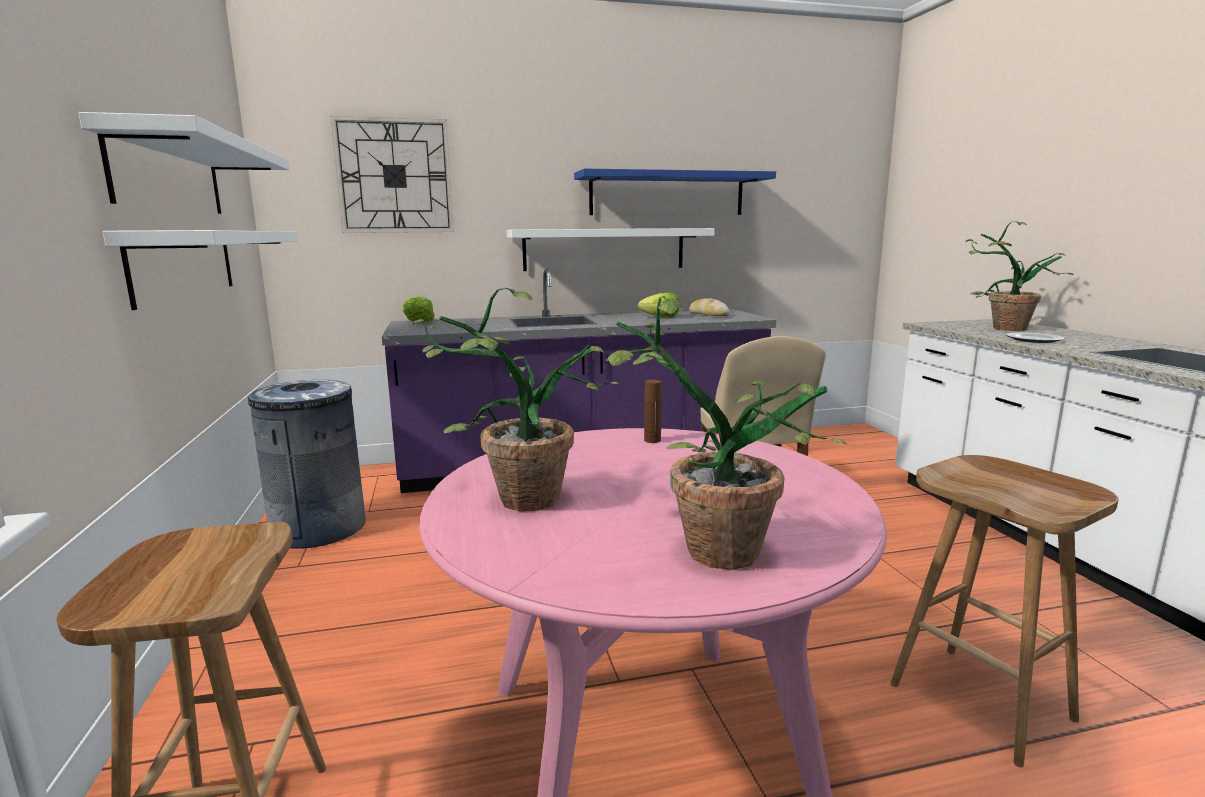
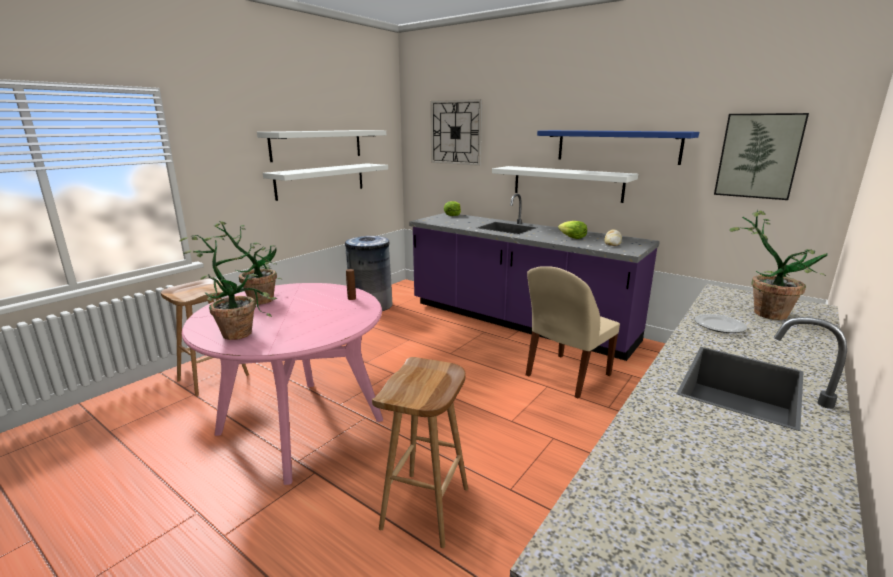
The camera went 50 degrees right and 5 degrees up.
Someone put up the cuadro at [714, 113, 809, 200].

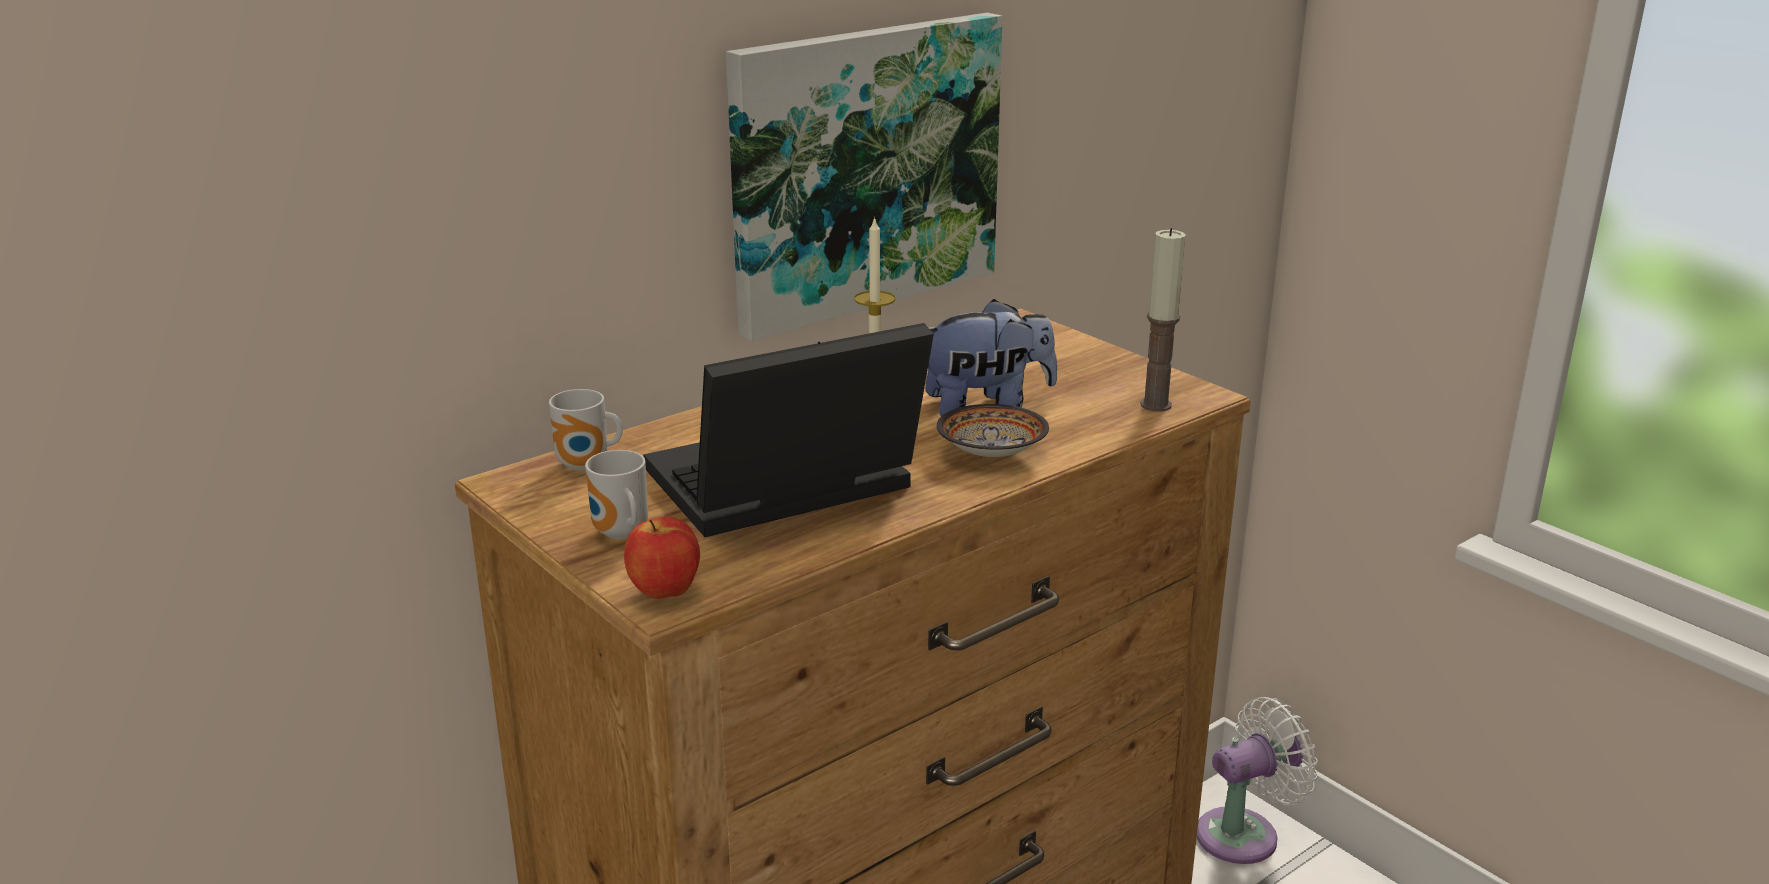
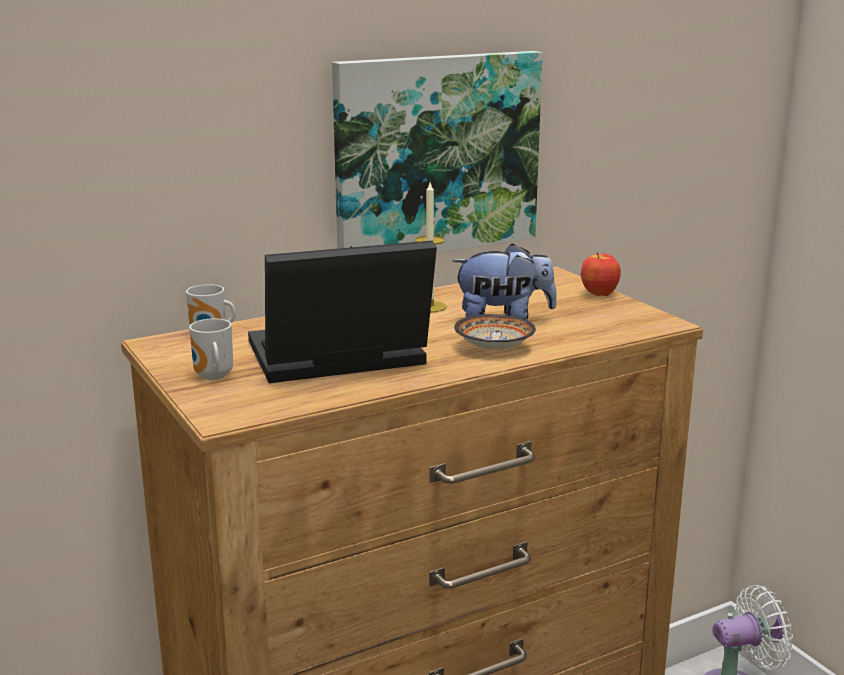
The camera went 10 degrees right and 5 degrees down.
Someone carried the manzana from [624, 516, 700, 599] to [581, 252, 621, 296].
Someone took away the vela at [1140, 228, 1186, 412].

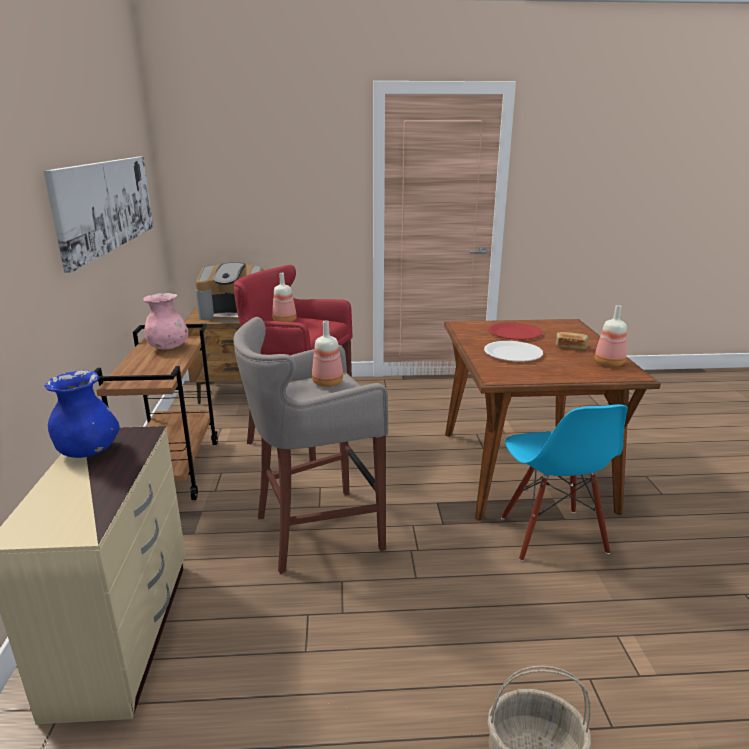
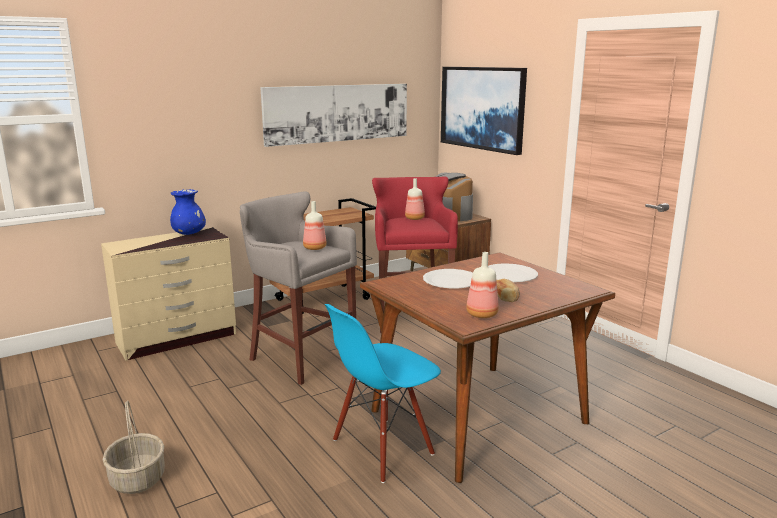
The camera went 60 degrees right and 5 degrees down.
Someone put up the cuadro at [441, 67, 527, 155].
Someone repainted the plato/rojo at [488, 322, 542, 340], which became the plato/blanco at [488, 263, 538, 282].
Someone took away the florero/rosa at [143, 293, 188, 350].

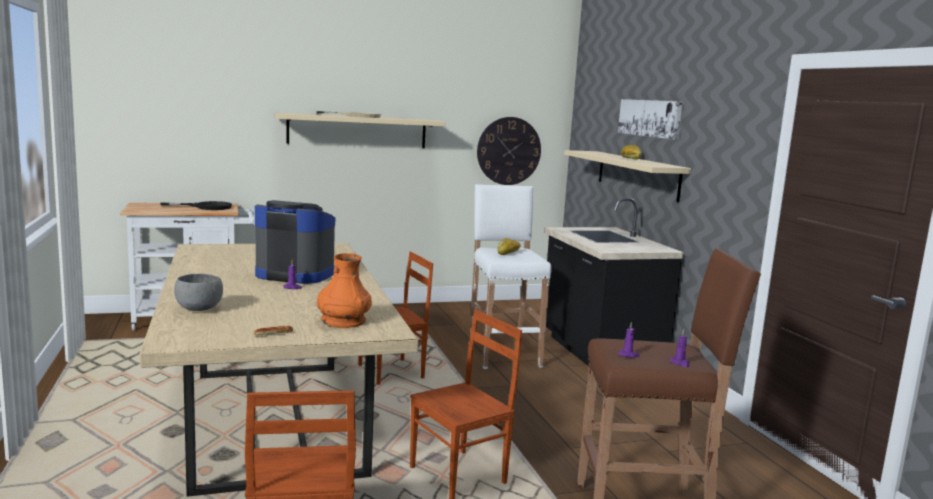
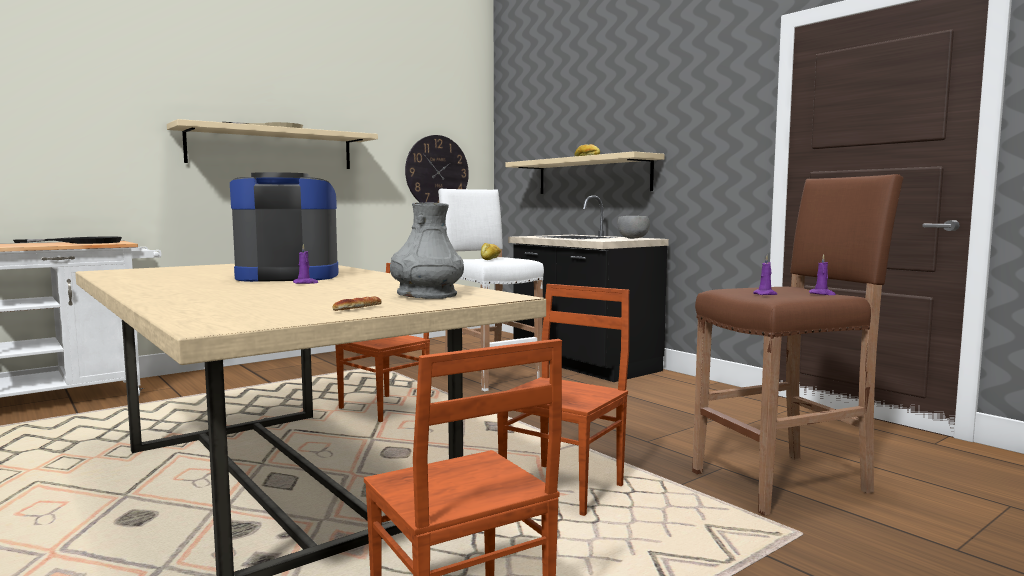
The camera went 20 degrees left and 5 degrees down.
Someone repainted the florero/naranja at [317, 253, 372, 328], which became the florero/gris at [390, 202, 464, 299].
Someone carried the cuenco/gris from [174, 274, 223, 311] to [617, 216, 650, 239].
Someone took away the cuadro at [618, 99, 682, 140].

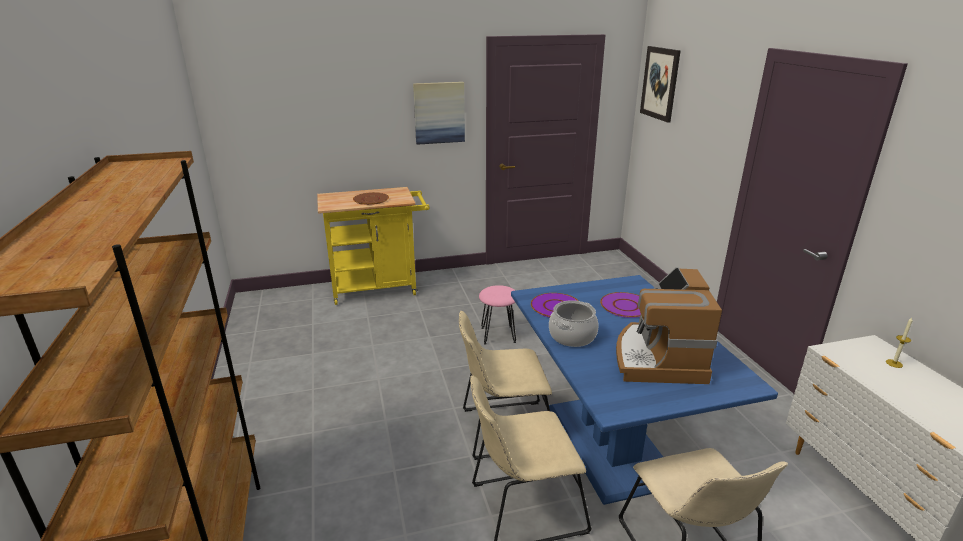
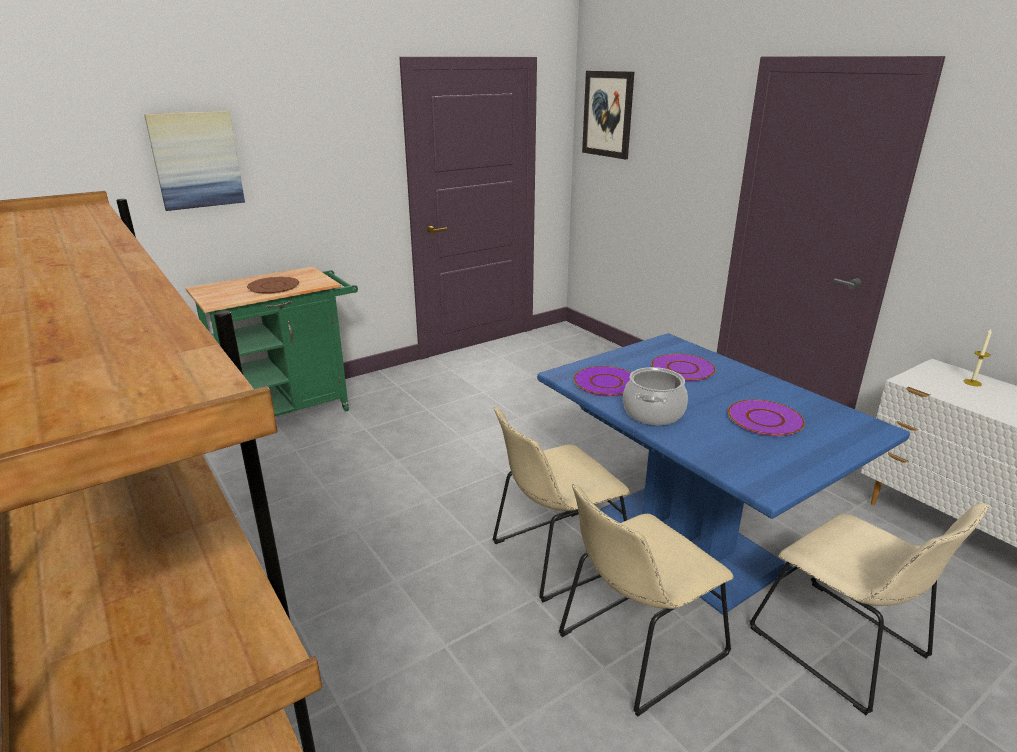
The camera went 20 degrees left and 0 degrees up.
Someone carried the cuadro from [413, 82, 465, 145] to [144, 111, 245, 211].
Someone repainted the carrito/amarillo at [317, 187, 430, 305], which became the carrito/verde at [186, 266, 358, 416].
Someone swapped the cafetera at [616, 267, 722, 384] for the plato/morado at [728, 399, 805, 437].
Someone took away the taburete/rosa at [479, 285, 516, 344].

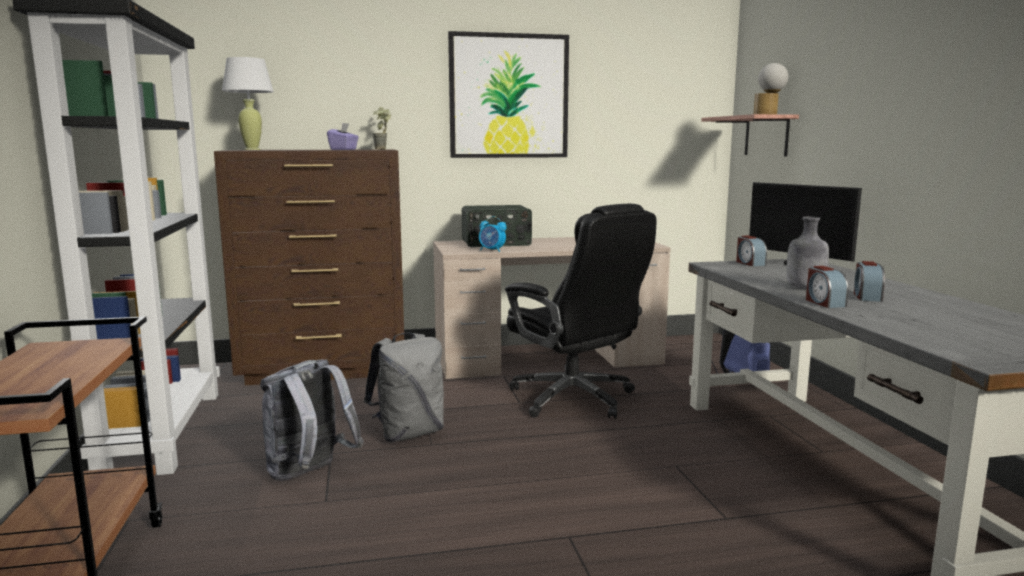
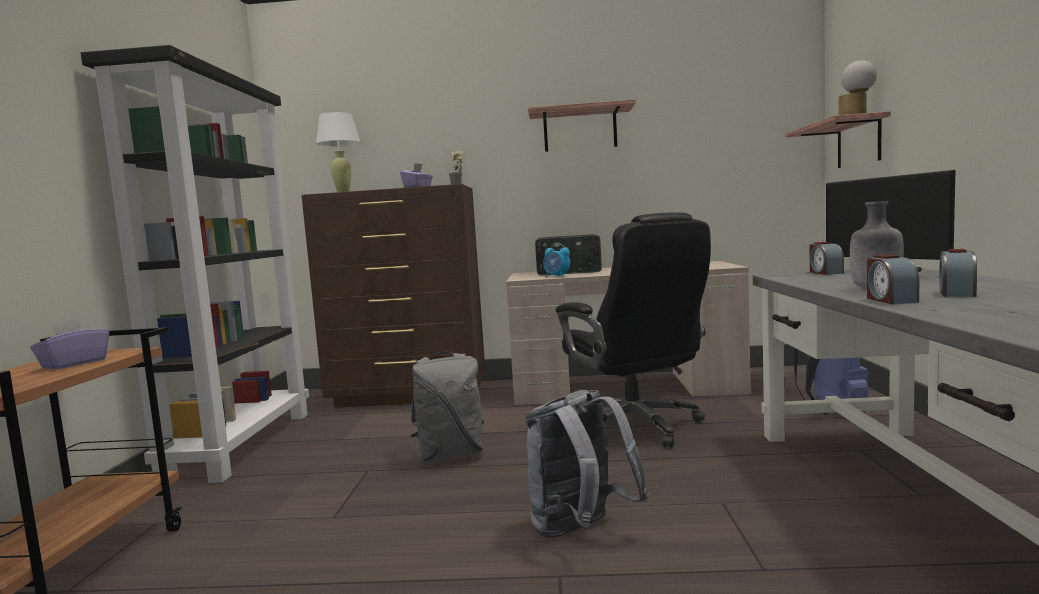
The camera went 15 degrees right and 5 degrees down.
Someone put down the caja de pañuelos/morado at [30, 318, 109, 369].
Someone carried the mochila/gris from [260, 359, 364, 481] to [526, 390, 649, 538].
Someone swapped the cuadro at [448, 31, 569, 158] for the estante at [528, 99, 636, 152].

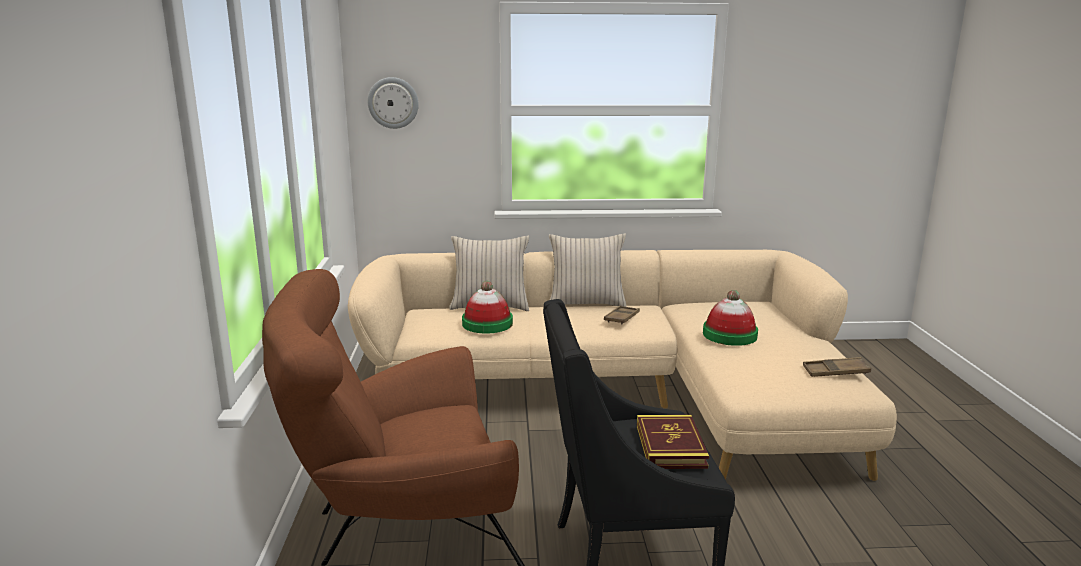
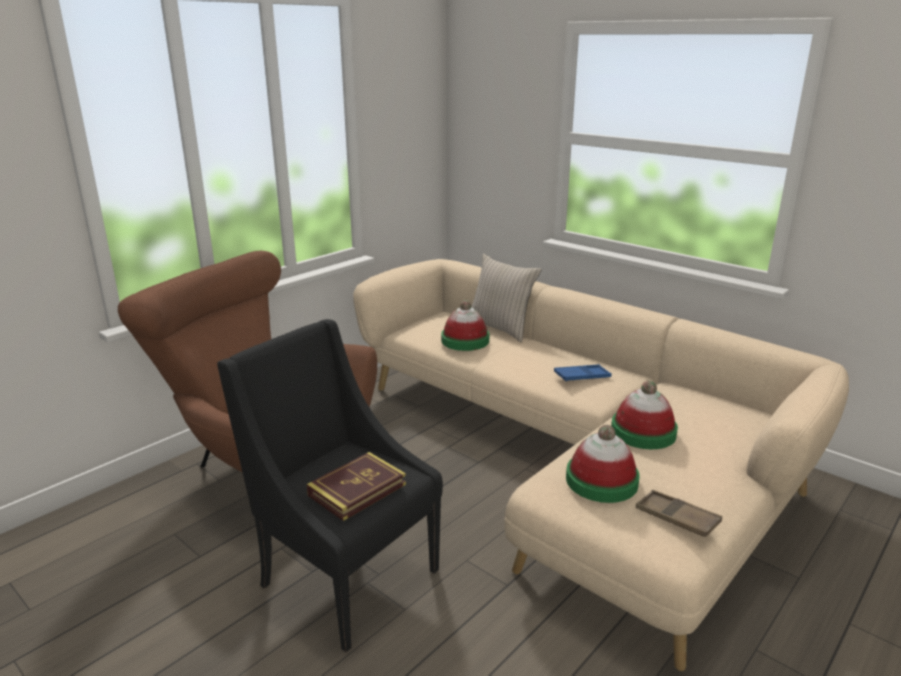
The camera went 45 degrees right and 5 degrees up.
Someone repainted the bandeja/marrón at [604, 306, 640, 325], which became the bandeja/azul at [554, 365, 612, 382].
Someone put down the sombrero at [566, 425, 640, 503].
Someone took away the reloj de pared at [368, 77, 419, 129].
Someone took away the cojín/beis at [549, 233, 627, 307].

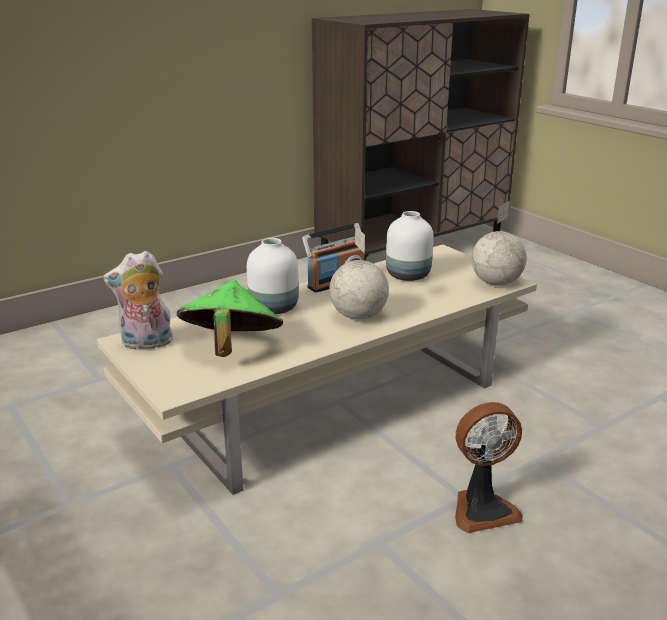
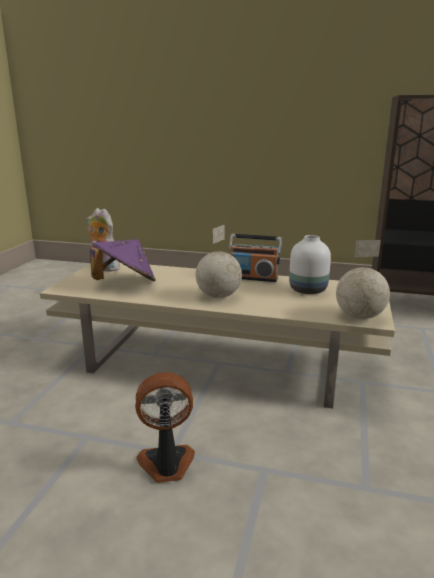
The camera went 50 degrees right and 5 degrees down.
Someone repainted the sombrero/verde at [177, 280, 283, 357], which became the sombrero/morado at [90, 239, 156, 281].
Someone rotated the ventilador at [455, 402, 523, 533] by 135 degrees clockwise.
Someone took away the florero/blanco at [247, 238, 299, 314].

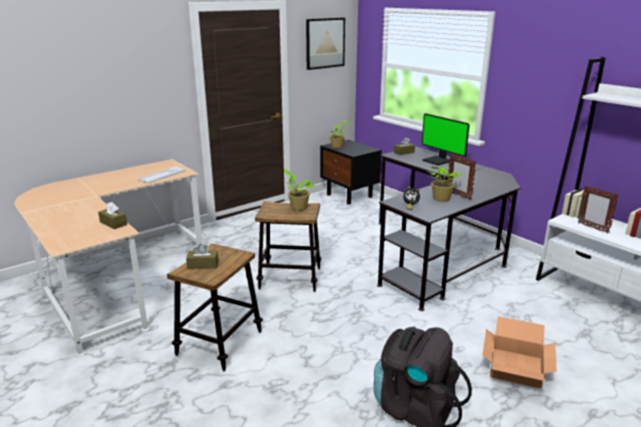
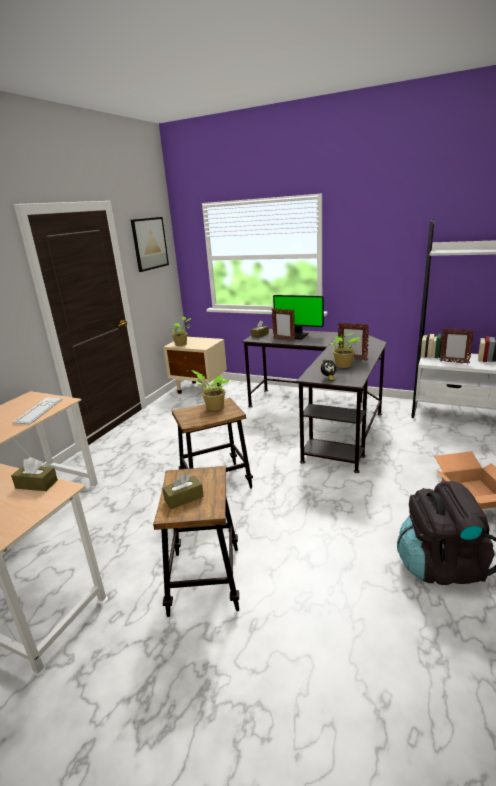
The camera went 25 degrees left and 0 degrees up.
Someone repainted the mesita de noche/negro at [320, 140, 382, 204], which became the mesita de noche/beis at [163, 337, 227, 394].
Someone put down the portarretratos at [271, 308, 295, 342].

